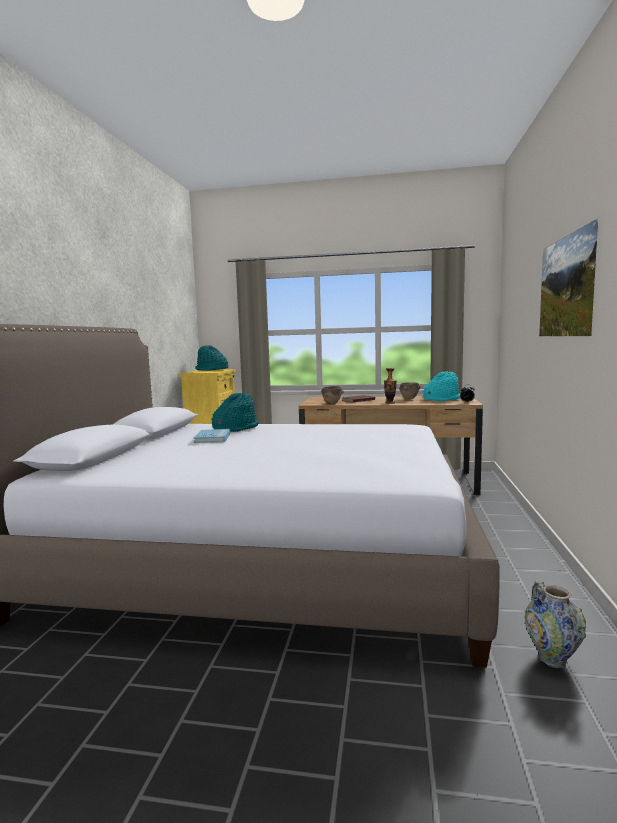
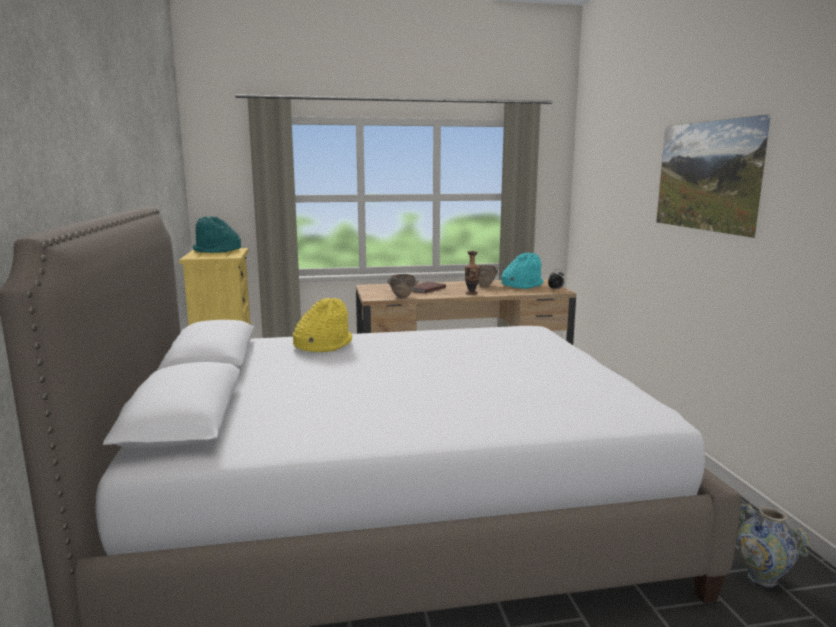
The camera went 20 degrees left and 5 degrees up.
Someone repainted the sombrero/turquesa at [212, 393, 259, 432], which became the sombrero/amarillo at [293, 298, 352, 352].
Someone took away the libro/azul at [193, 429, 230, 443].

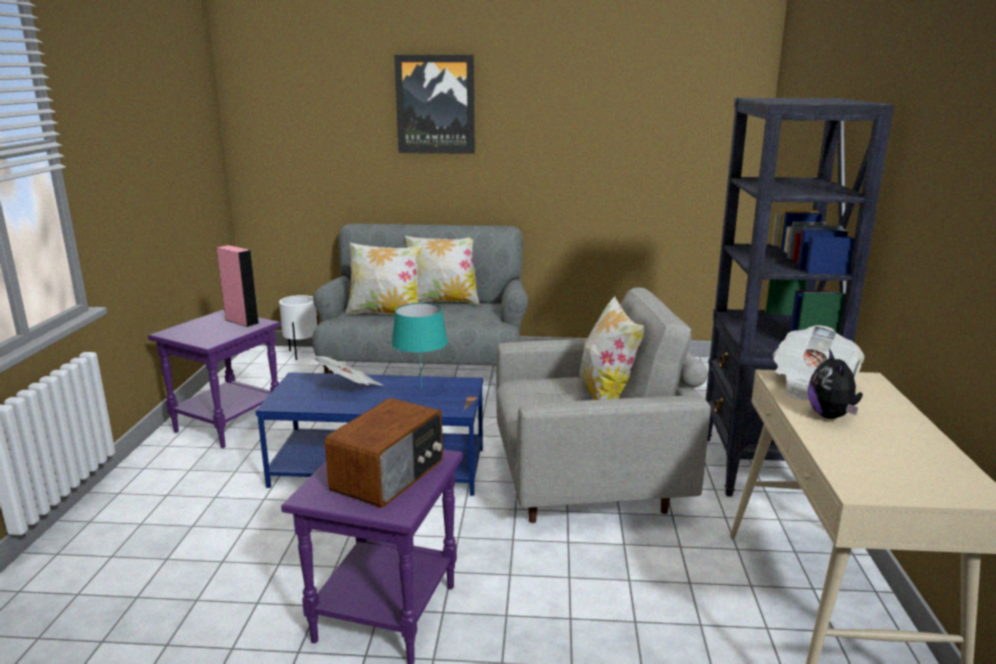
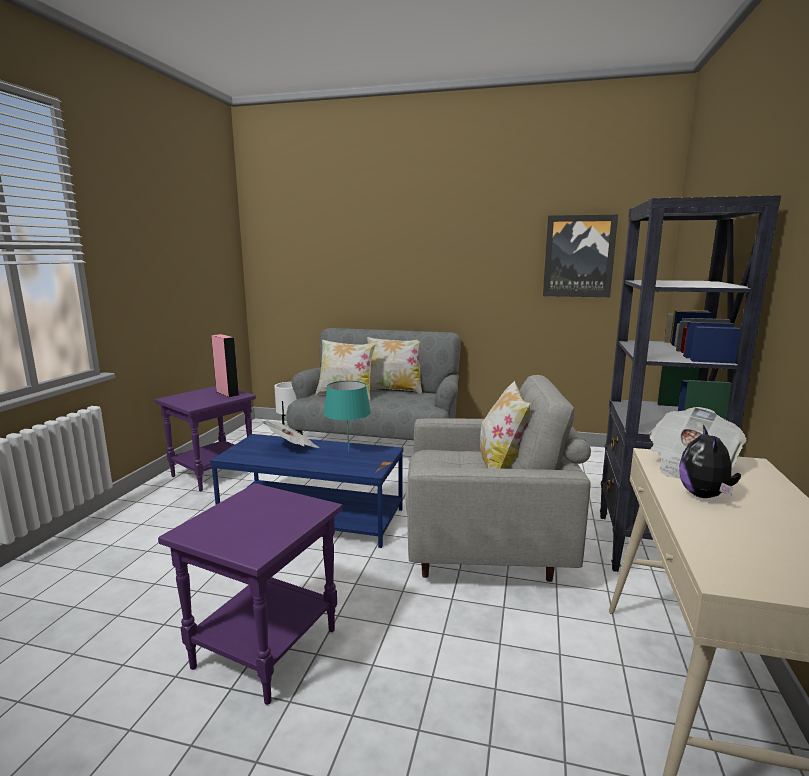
The camera went 10 degrees right and 5 degrees down.
Someone carried the cuadro from [394, 55, 475, 154] to [543, 215, 618, 297].
Someone took away the radio at [325, 398, 443, 508].

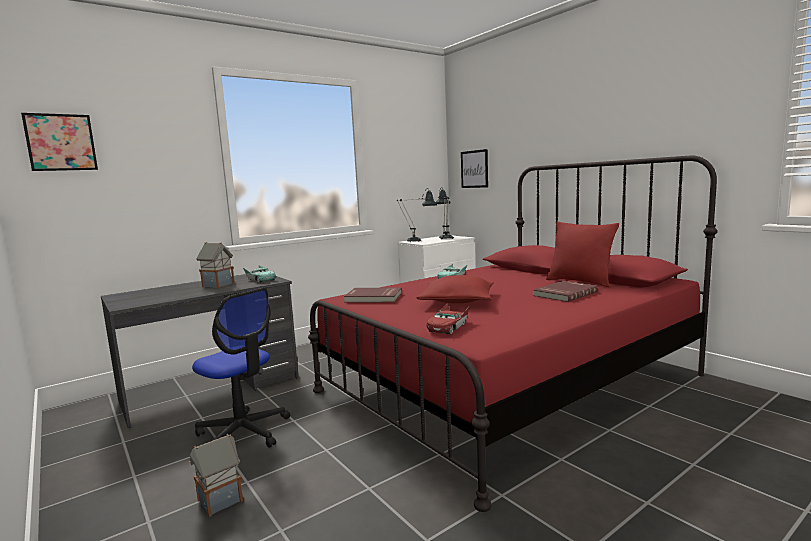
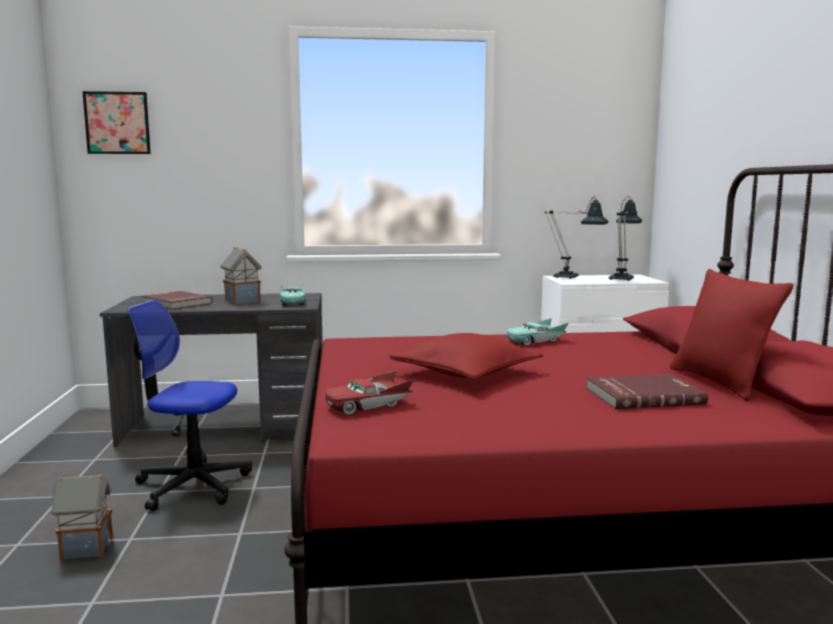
The camera went 30 degrees right and 0 degrees up.
Someone rotated the silla de oficina at [192, 288, 290, 448] by 120 degrees clockwise.
Someone carried the libro/rojo from [344, 287, 402, 302] to [141, 291, 213, 309].
Someone took away the cuadro at [461, 149, 488, 188].

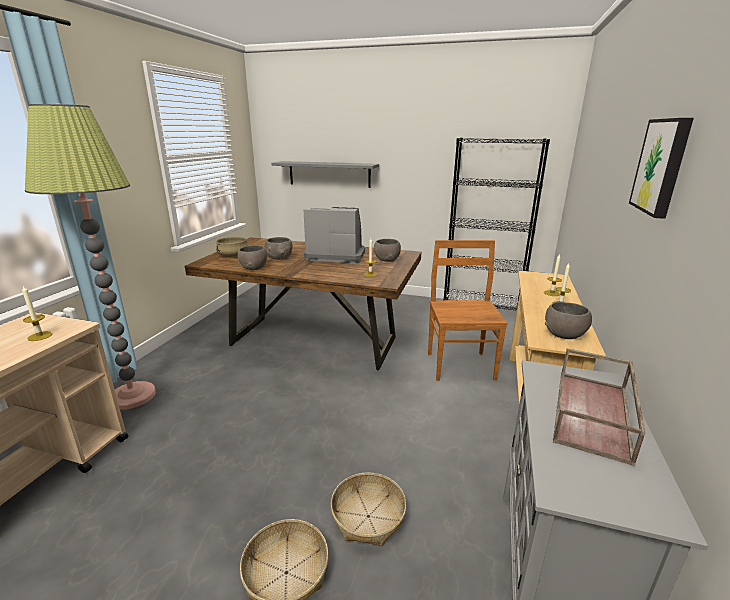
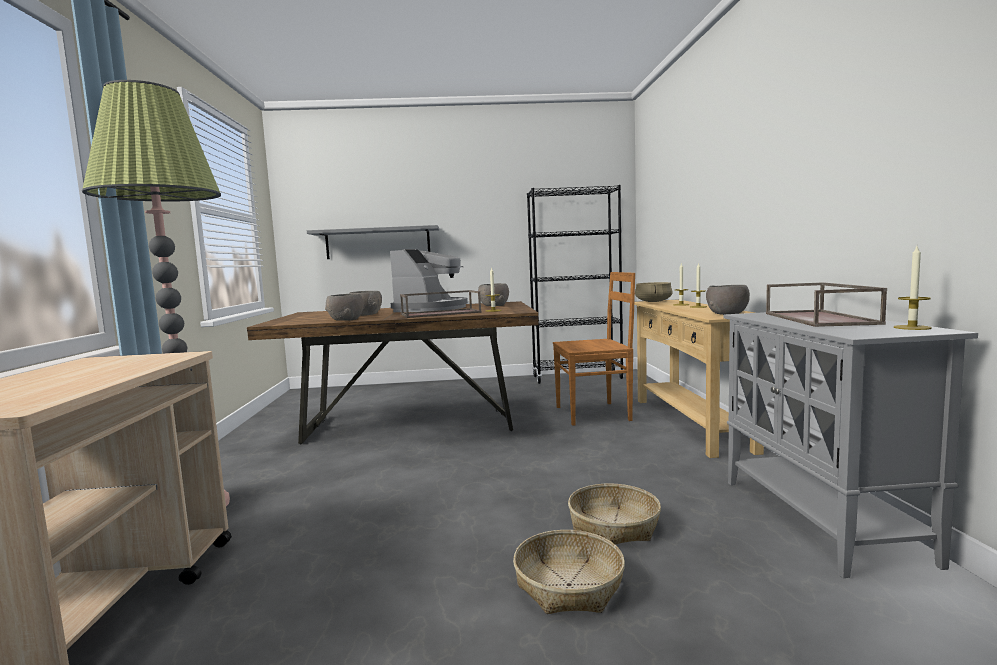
The camera went 20 degrees left and 15 degrees down.
Someone rotated the cafetera at [304, 207, 365, 263] by 120 degrees clockwise.
Someone put down the bandeja/marrón at [400, 290, 482, 318].
Someone rotated the silla/marrón at [428, 240, 508, 381] by 105 degrees clockwise.
Someone carried the olla/beis from [216, 237, 248, 257] to [635, 282, 673, 302].
Someone carried the vela from [22, 286, 52, 341] to [894, 246, 932, 330].
Someone took away the cuadro at [629, 118, 694, 219].

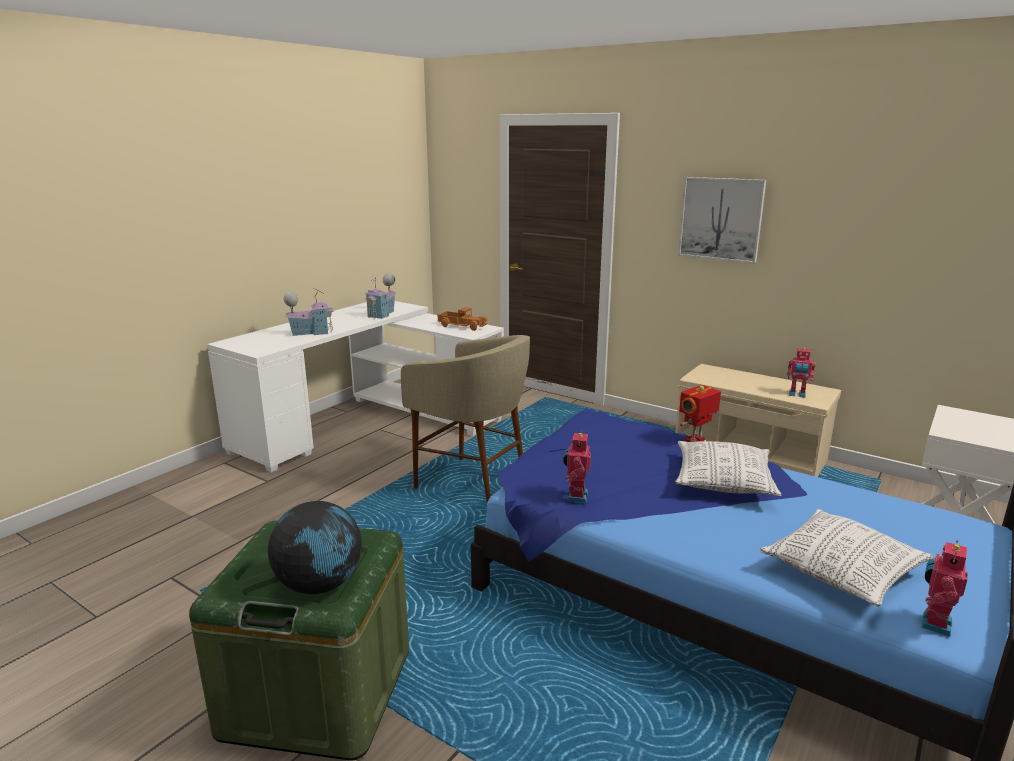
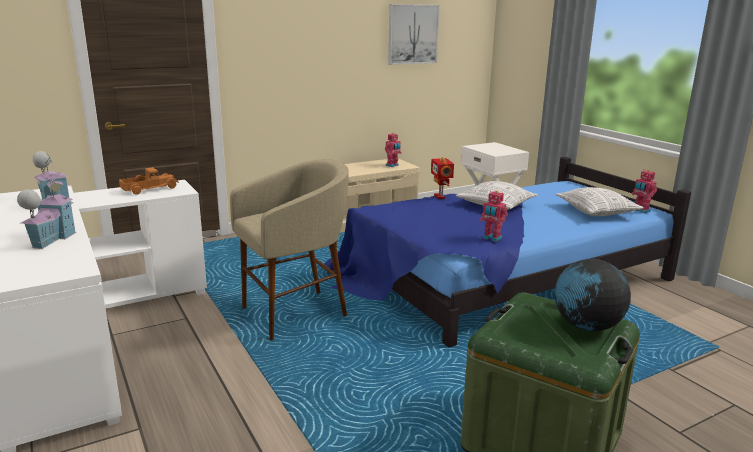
The camera went 65 degrees left and 0 degrees up.
Someone carried the cuadro from [678, 177, 766, 263] to [388, 4, 440, 65].

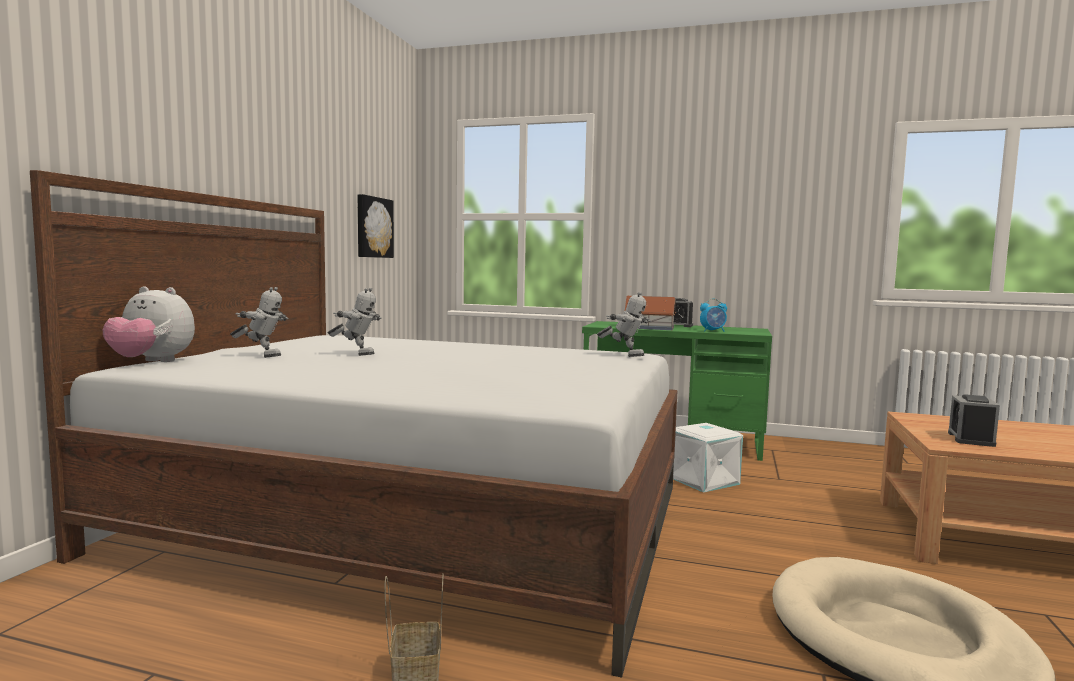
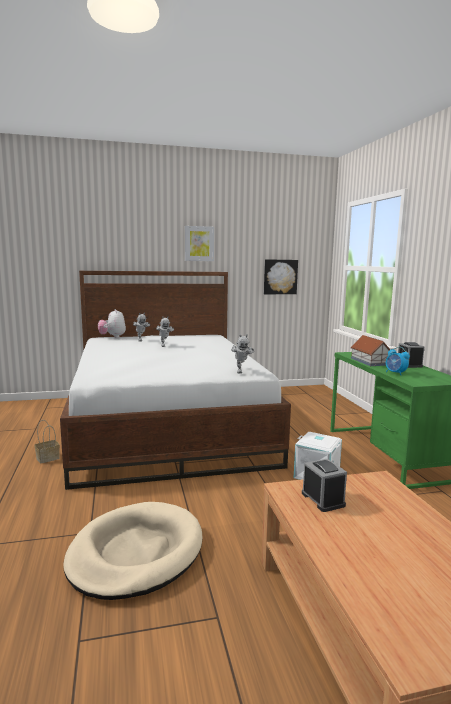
The camera went 60 degrees right and 5 degrees up.
Someone put up the cuadro at [185, 226, 214, 261].
Someone rotated the despertador at [948, 394, 1000, 447] by 75 degrees clockwise.

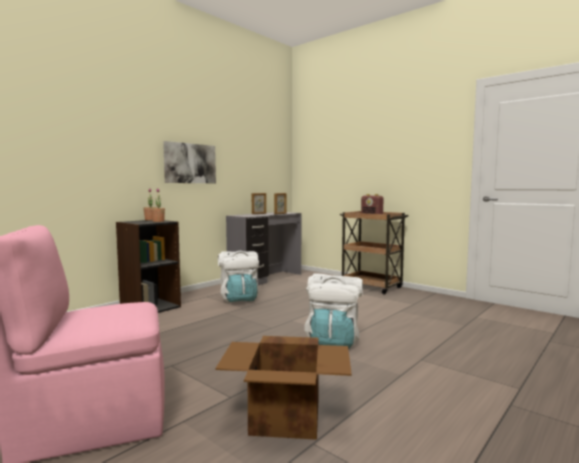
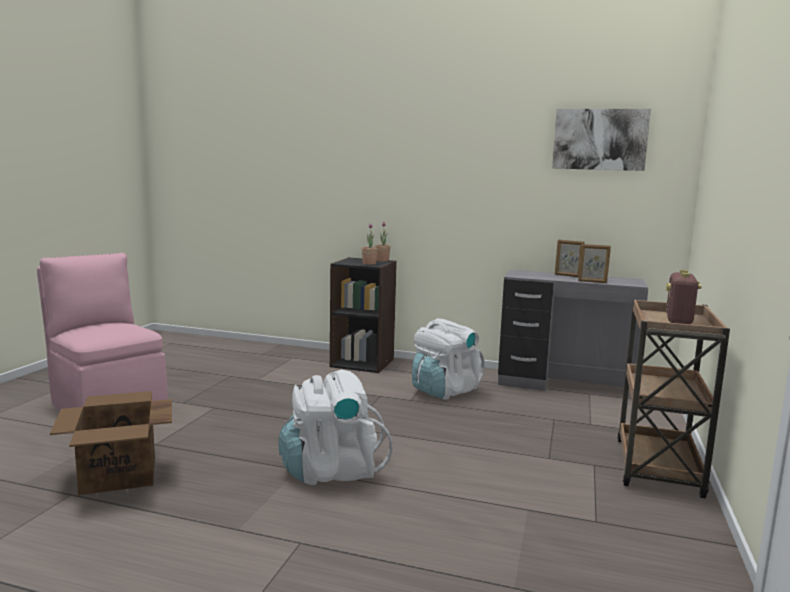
The camera went 65 degrees right and 5 degrees up.
Someone carried the cuadro from [163, 141, 216, 183] to [552, 109, 651, 171].

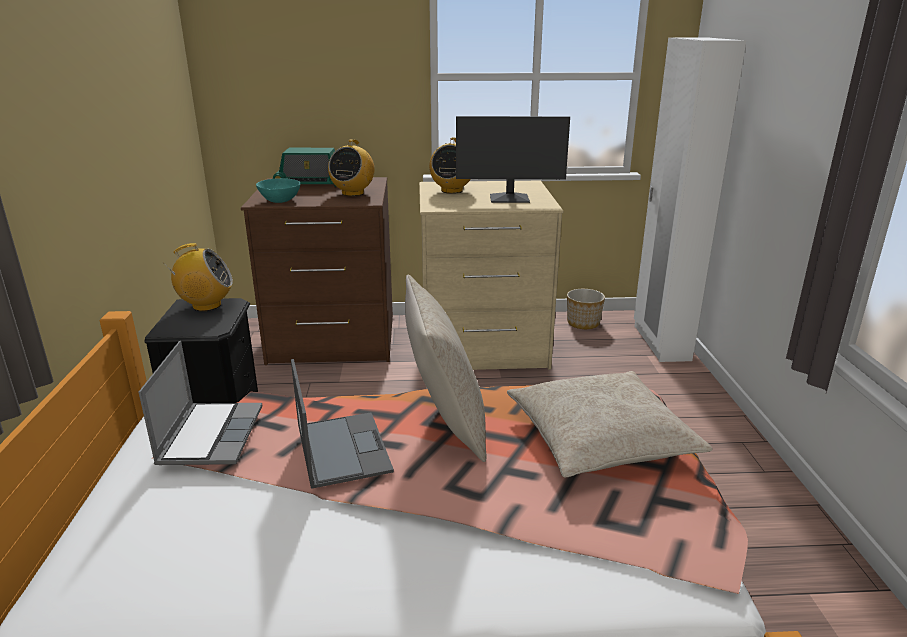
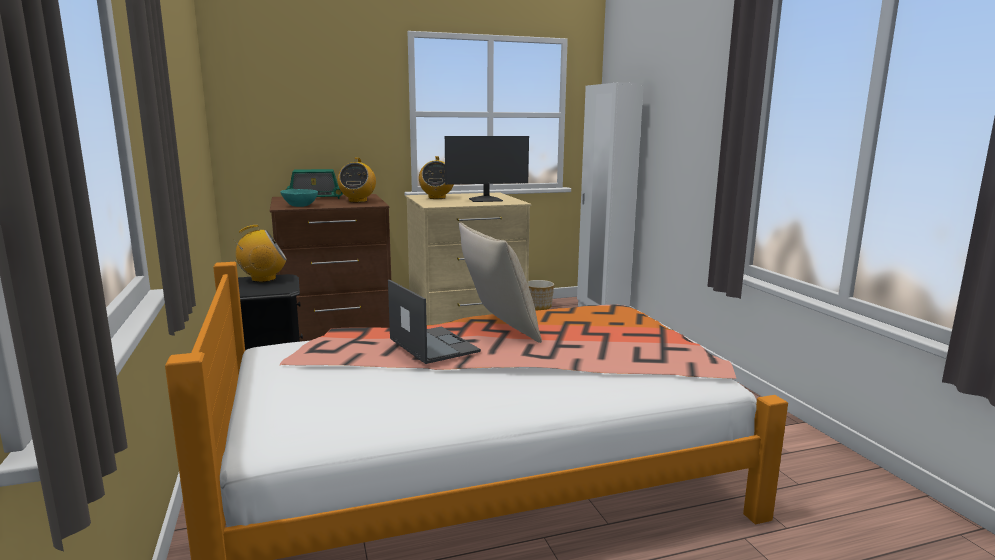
The camera went 15 degrees left and 10 degrees down.
Someone took away the portátil at [139, 341, 262, 465].
Someone took away the cojín/beis at [507, 371, 713, 478].

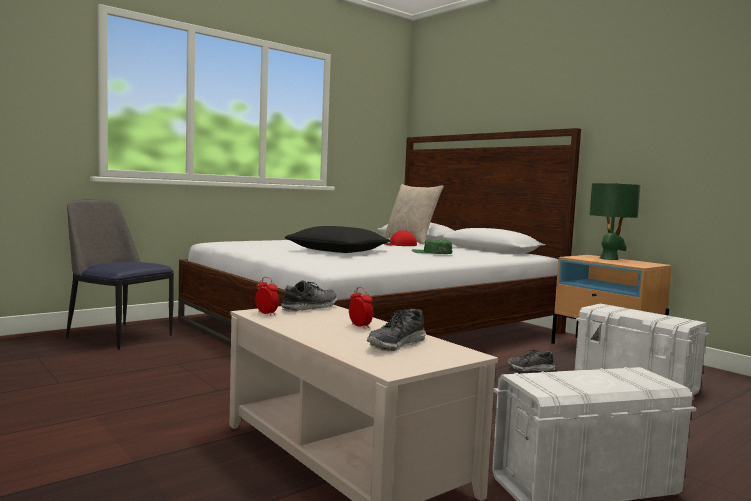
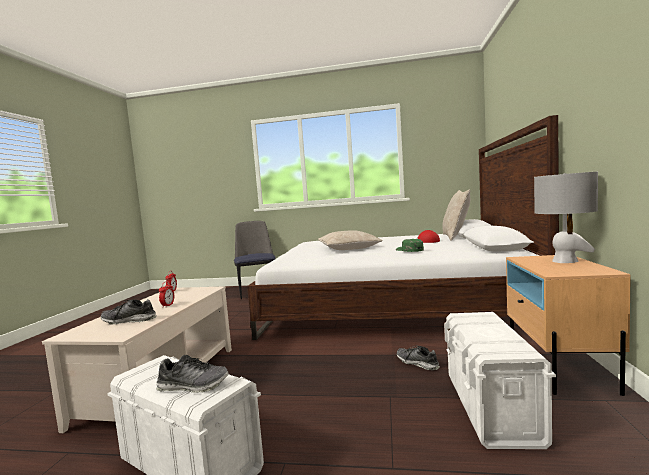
The camera went 50 degrees right and 0 degrees up.
Someone carried the zapato from [281, 281, 337, 312] to [156, 355, 228, 393].
Someone repainted the cojín/negro at [285, 226, 390, 253], which became the cojín/beis at [318, 230, 383, 250].
Someone repainted the lámpara de mesa/verde at [589, 183, 641, 260], which became the lámpara de mesa/gris at [534, 172, 598, 263].

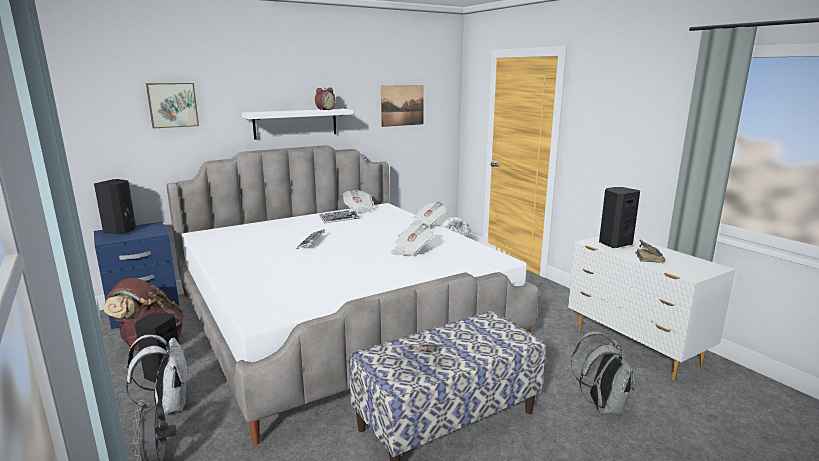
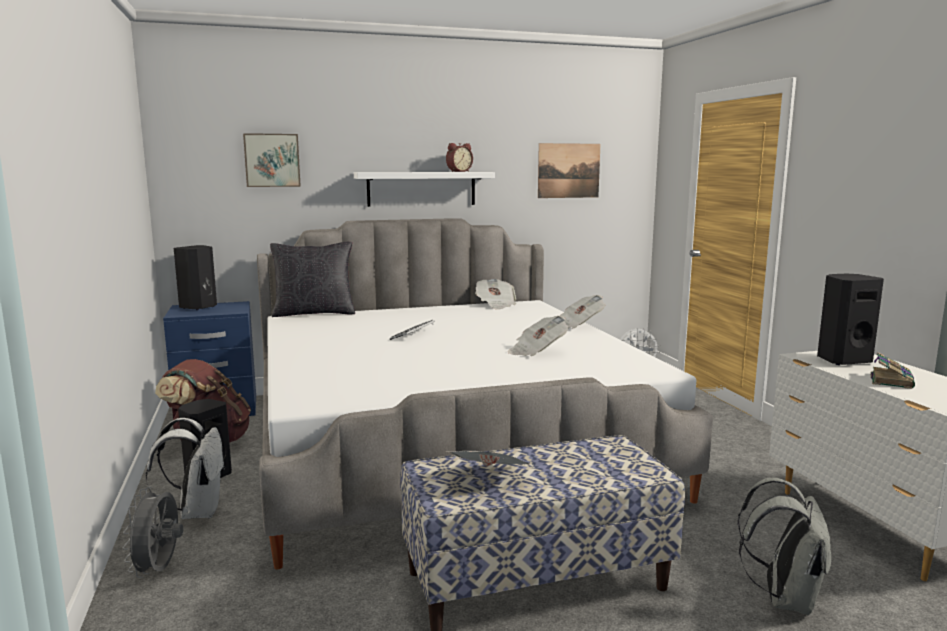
The camera went 15 degrees right and 5 degrees down.
Someone put down the cojín/negro at [270, 242, 355, 317].
Someone took away the teclado at [320, 209, 361, 224].

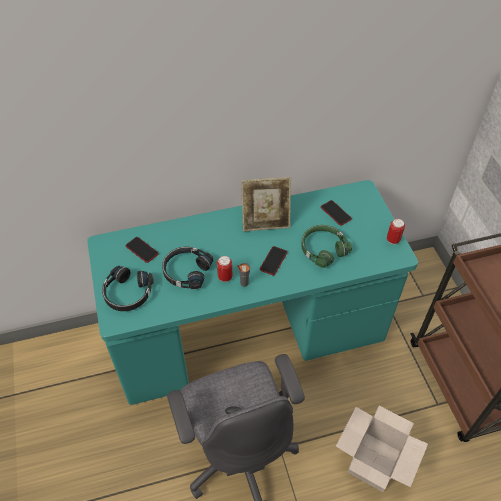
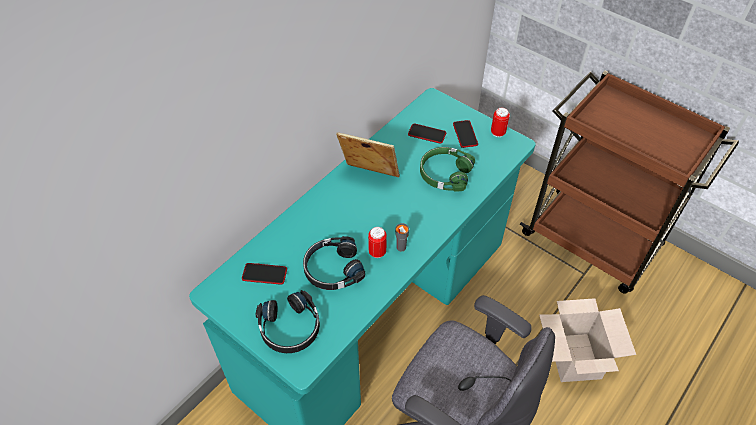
The camera went 35 degrees left and 0 degrees up.
Someone rotated the portarretratos at [241, 177, 291, 232] by 120 degrees counterclockwise.
Someone carried the móvil from [260, 246, 287, 275] to [453, 120, 478, 148].

